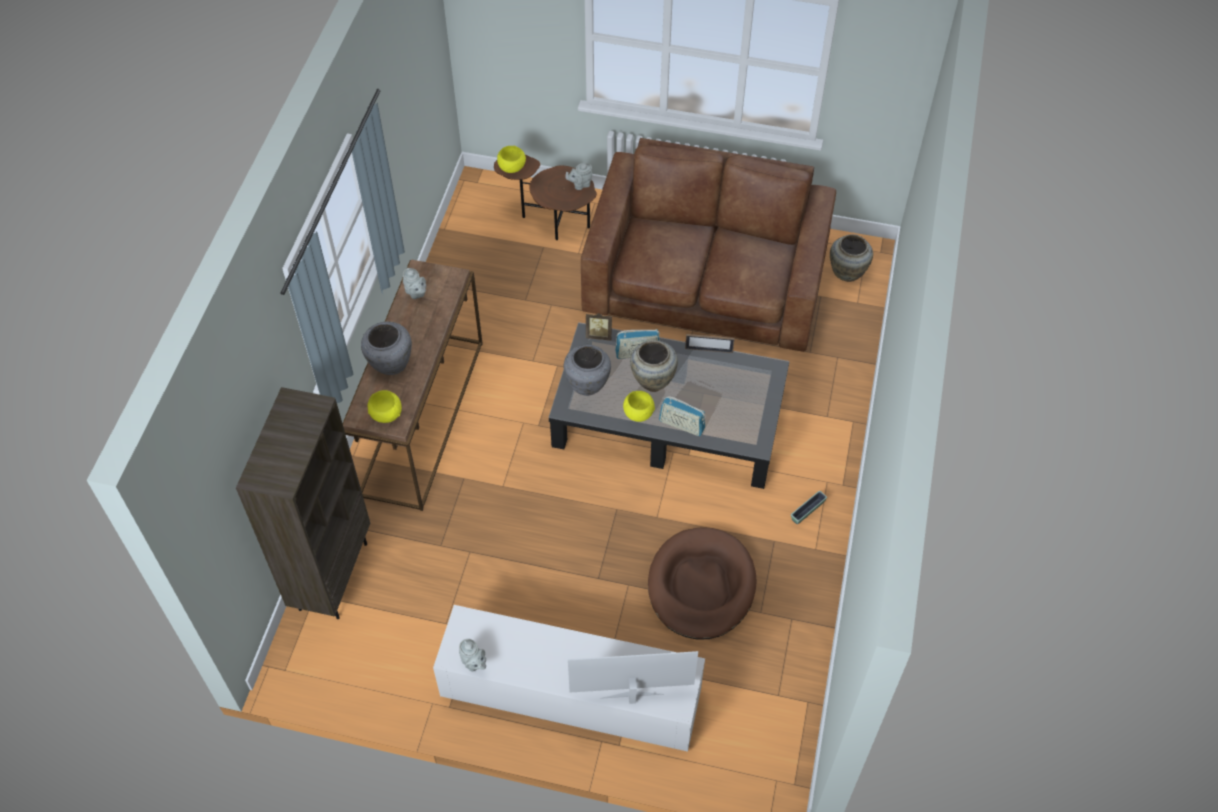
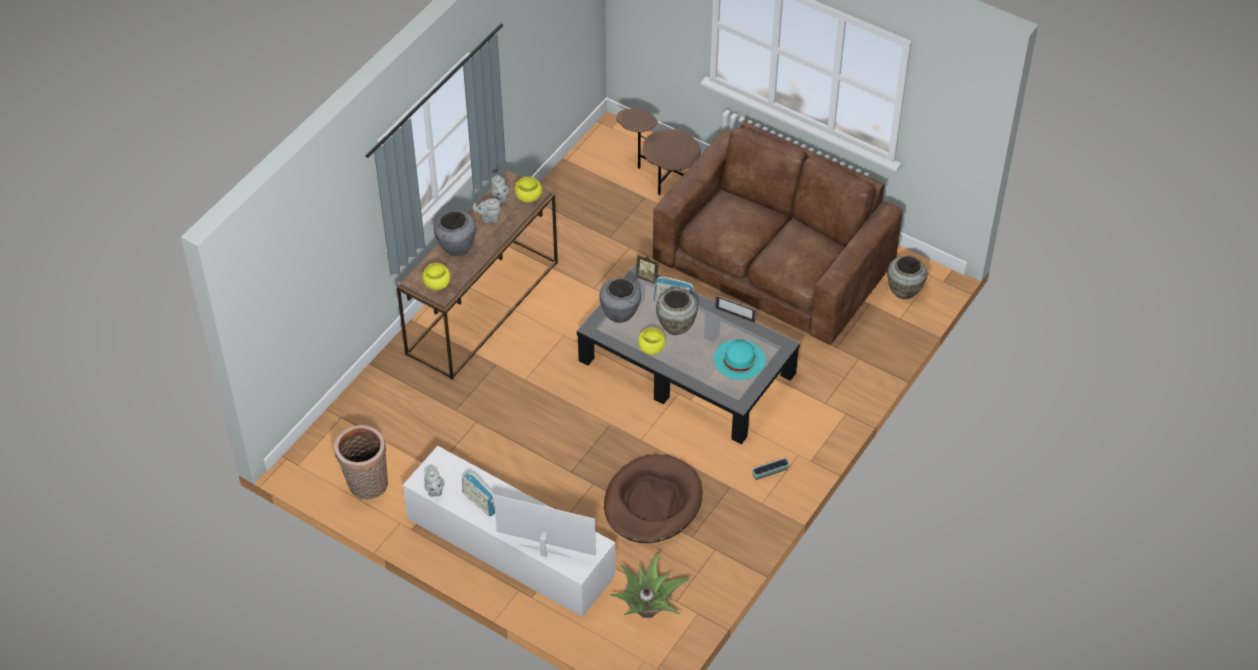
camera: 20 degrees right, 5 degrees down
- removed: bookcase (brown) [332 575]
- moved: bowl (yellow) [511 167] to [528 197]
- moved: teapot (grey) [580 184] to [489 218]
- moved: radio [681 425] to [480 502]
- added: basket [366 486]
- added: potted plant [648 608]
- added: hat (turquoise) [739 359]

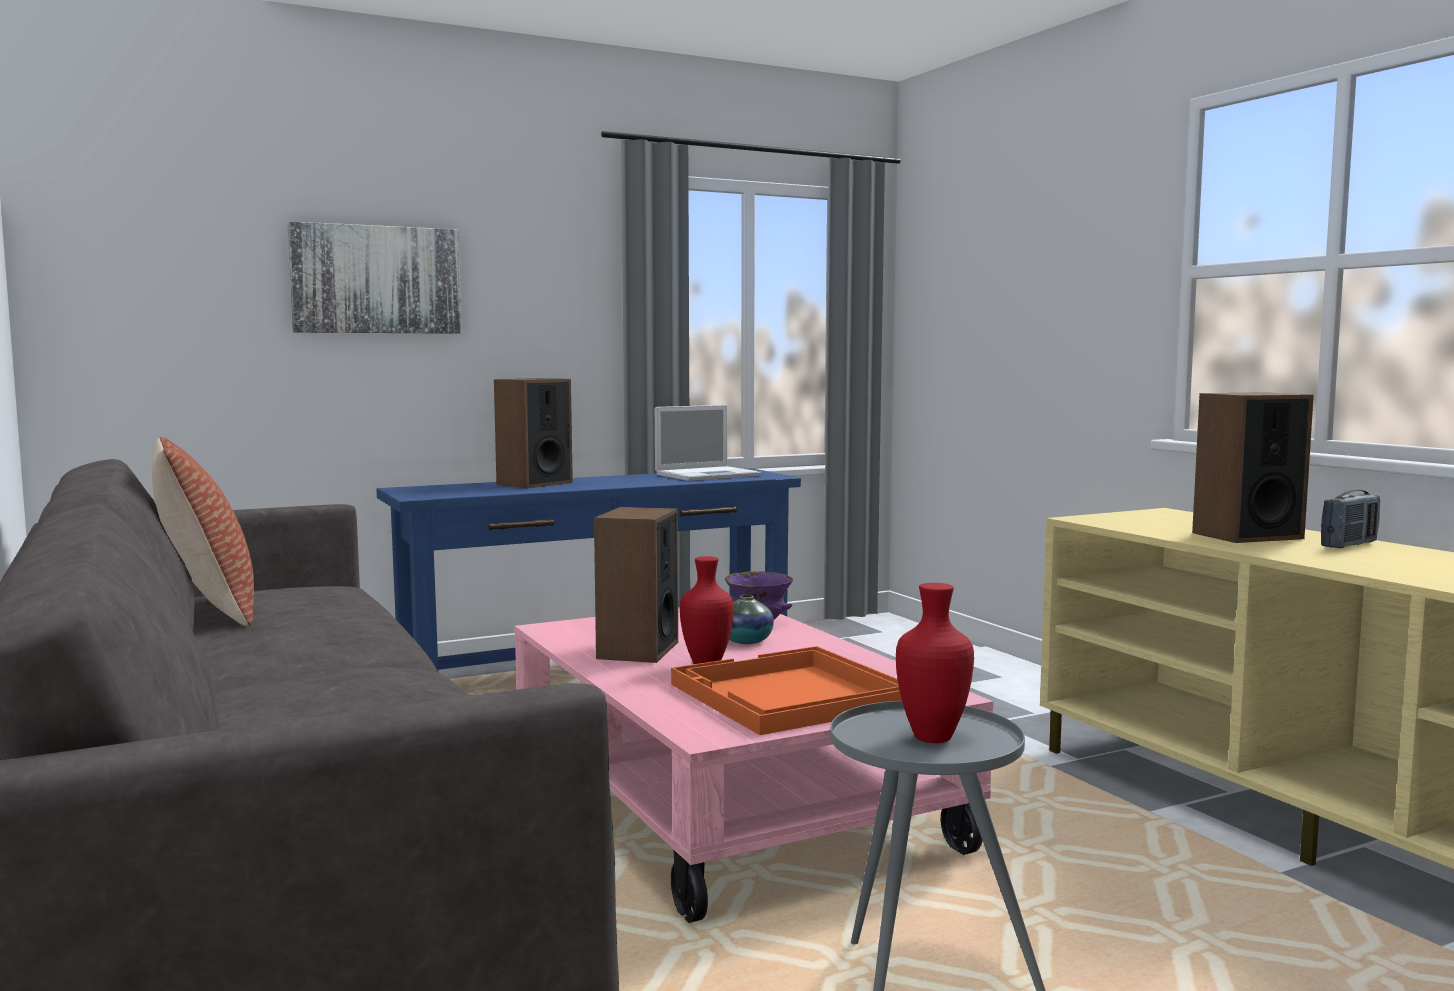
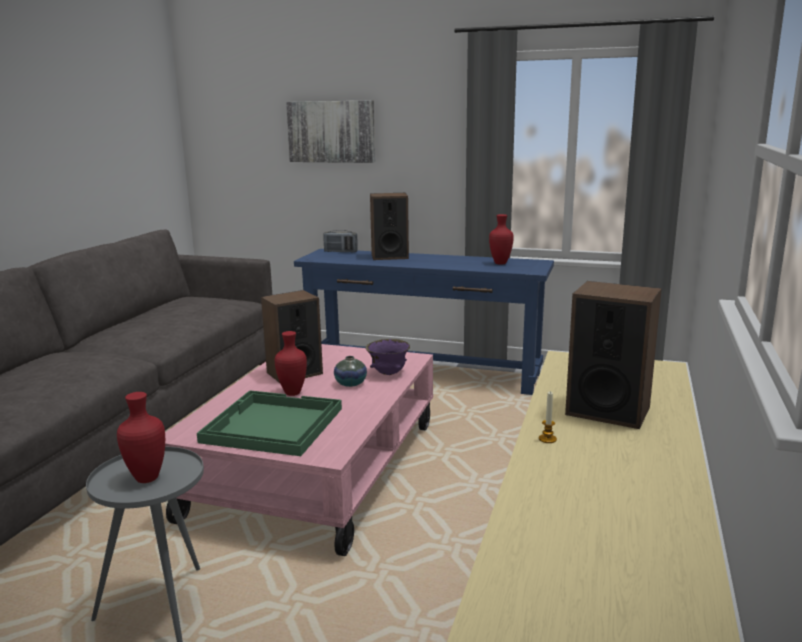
camera: 45 degrees right, 10 degrees up
- removed: pillow [208 611]
- replaced: laptop [709 475] to vase (red) [501 263]
- recoloured: tray (orange) [790 695] to tray (green) [271 425]
- moved: radio [1349 545] to [340 252]
- added: candle [547 439]

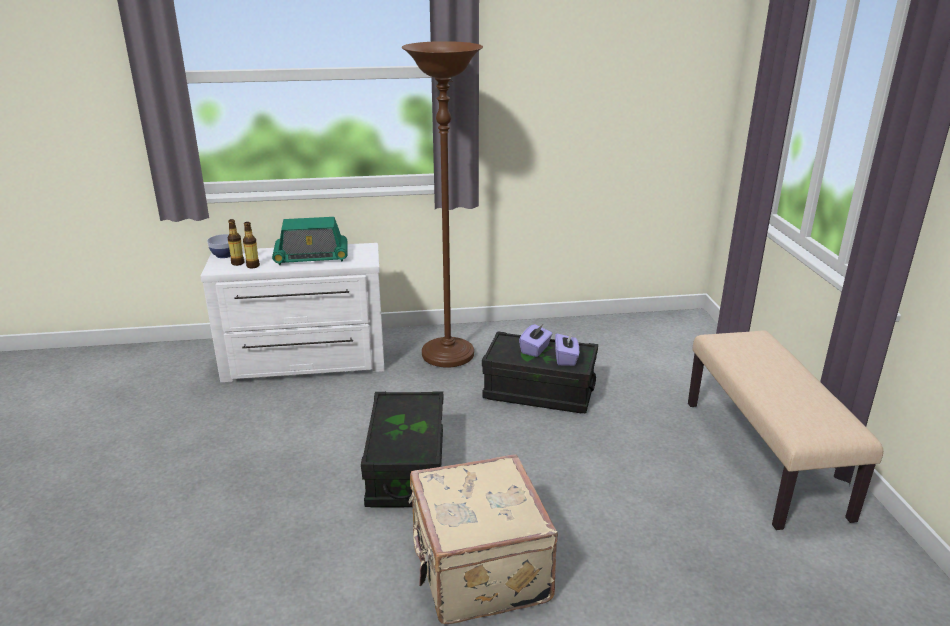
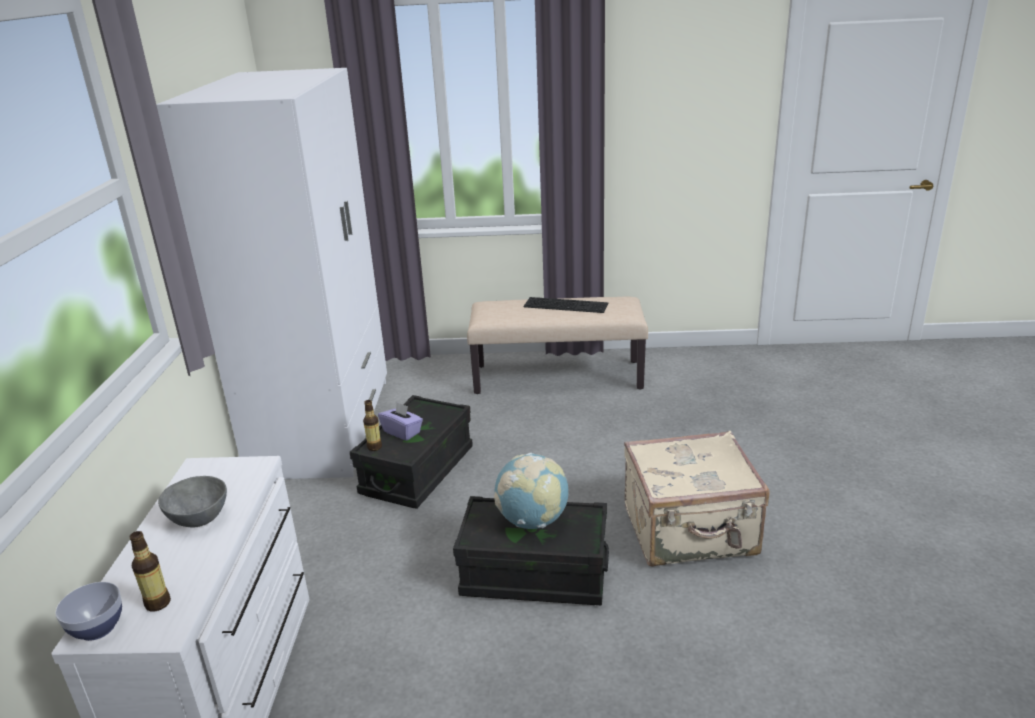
camera: 80 degrees left, 0 degrees up
- moved: bottle [253 266] to [374 447]
- replaced: radio [311 257] to bowl (grey) [198 517]
- removed: floor lamp (brown) [448 355]
- removed: tissue box (purple) [566 358]
- added: wardrobe (white) [324 426]
- added: globe [532 521]
- added: keyboard [567 304]

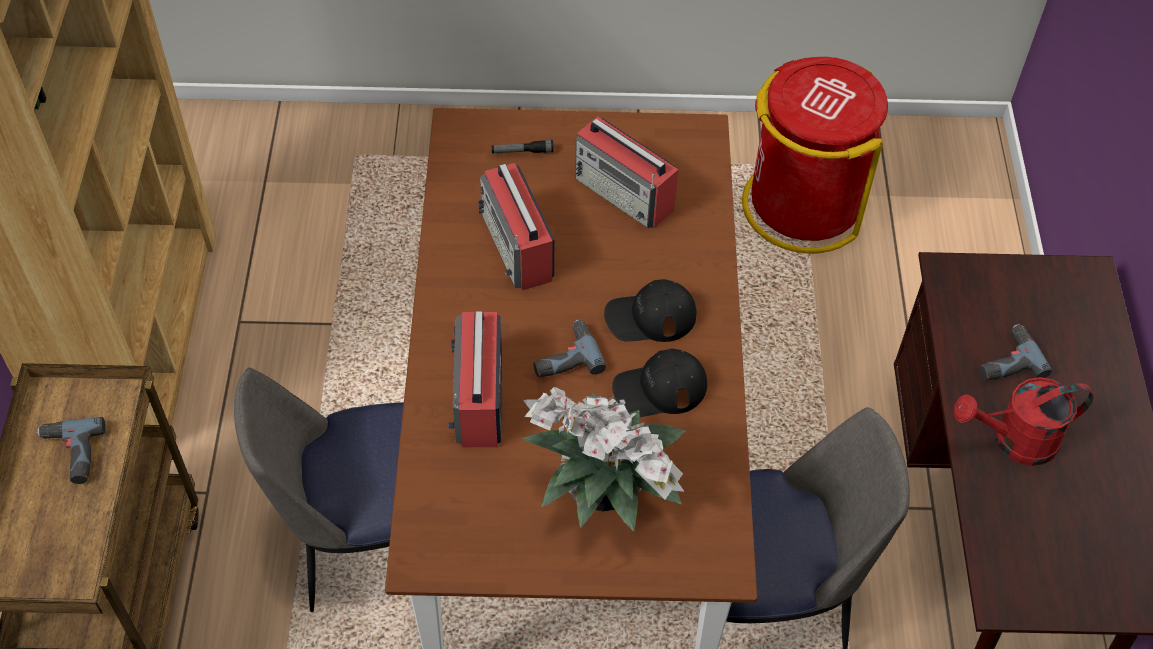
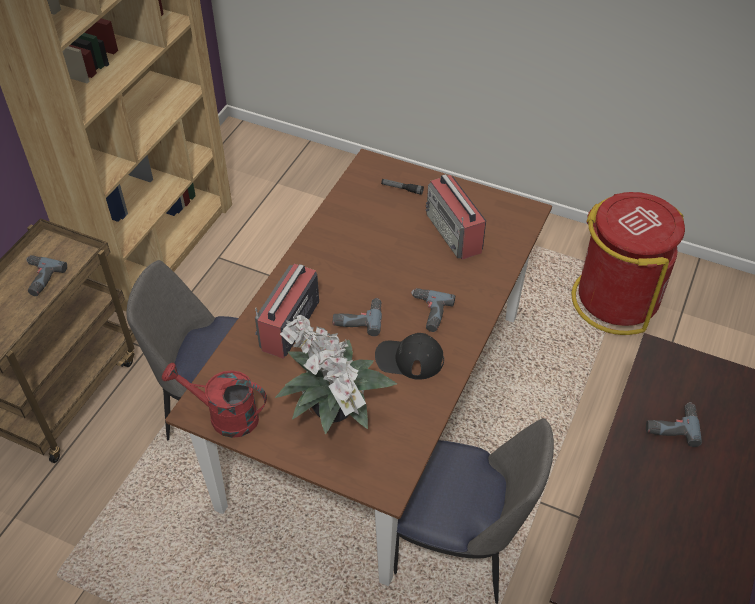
camera: 25 degrees right, 5 degrees down
- removed: radio [518 248]
- replaced: cap (black) [650 317] to power drill [428 313]
- moved: watering can (red) [1014 441] to [225 416]

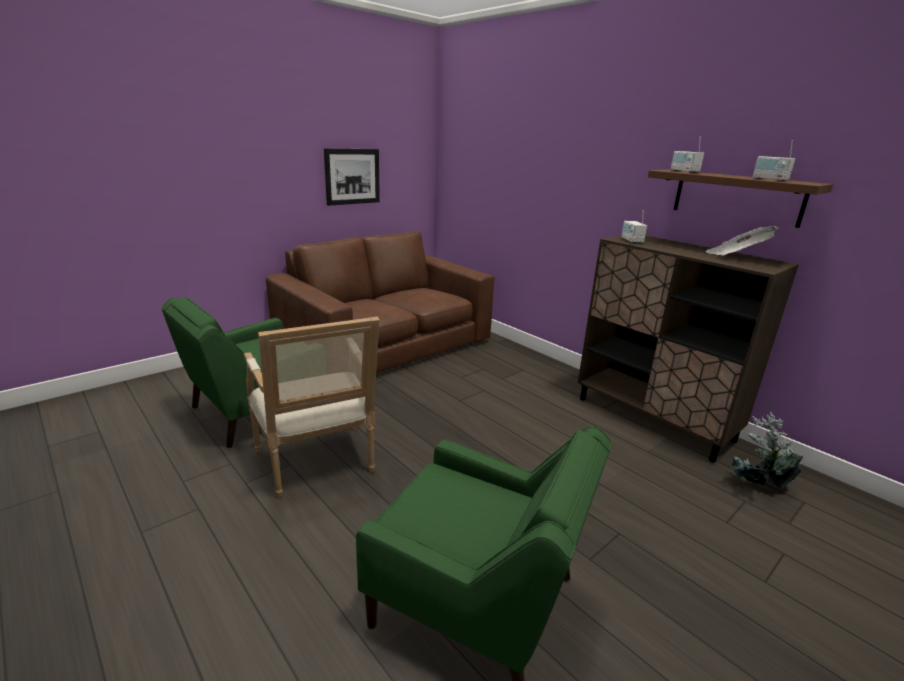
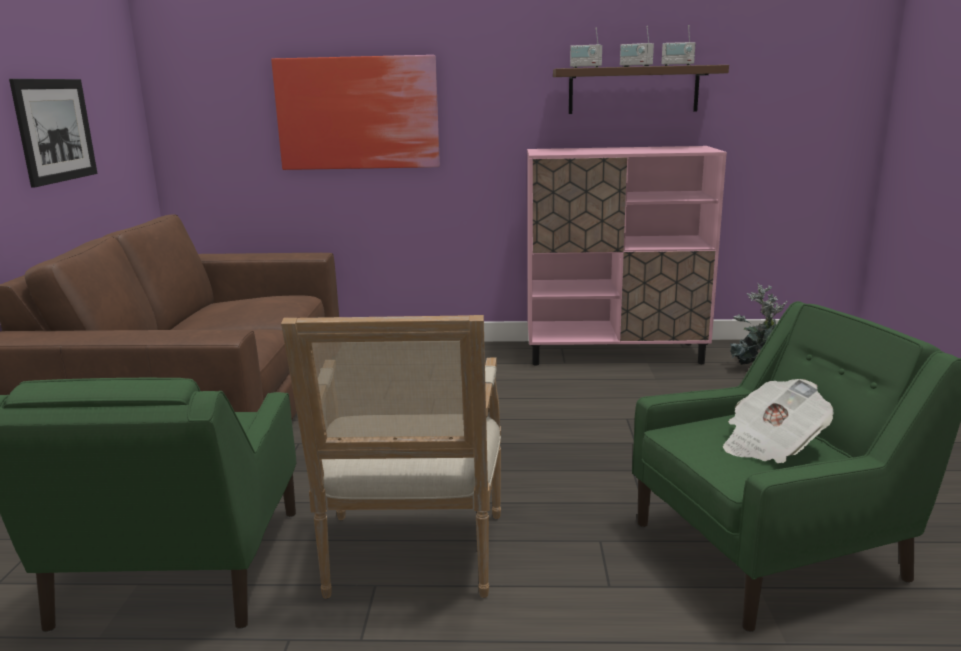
camera: 45 degrees left, 5 degrees down
- turned: armchair [319 464] = [411 561] 75 degrees clockwise
- recoloured: cabinet (brown) [653 419] to cabinet (pink) [615 354]
- moved: radio [631 241] to [636 66]
- moved: newspaper [736 256] to [770 445]
- added: picture [358 113]

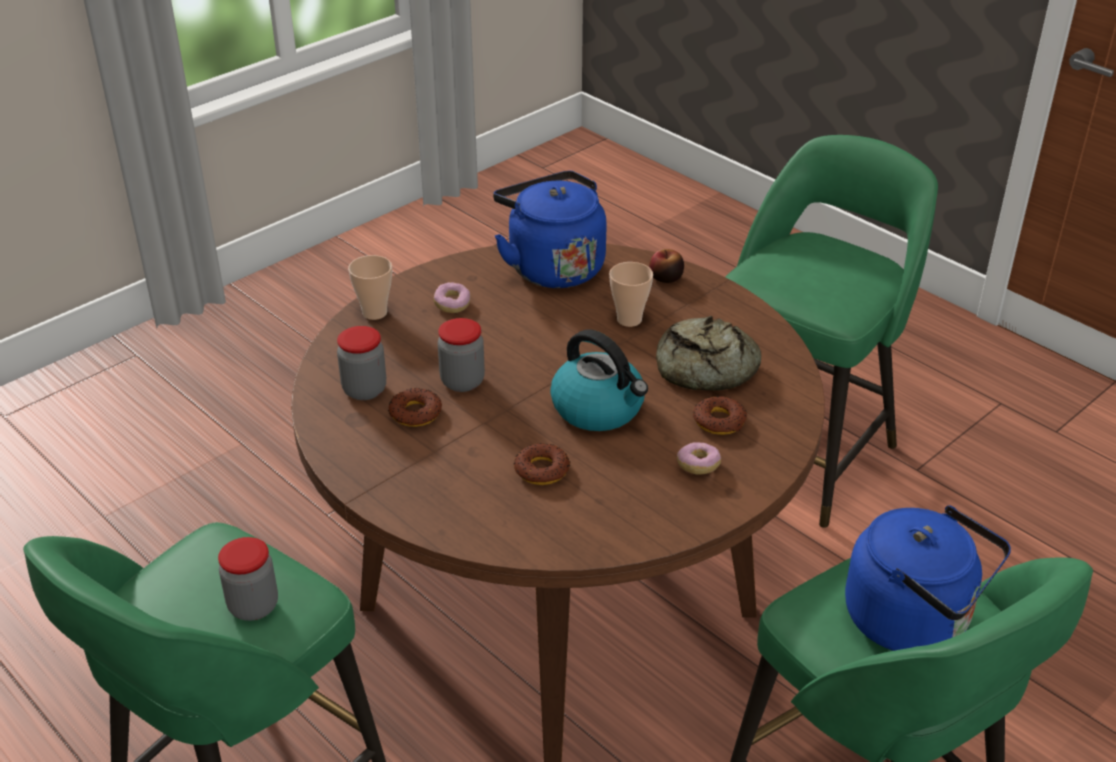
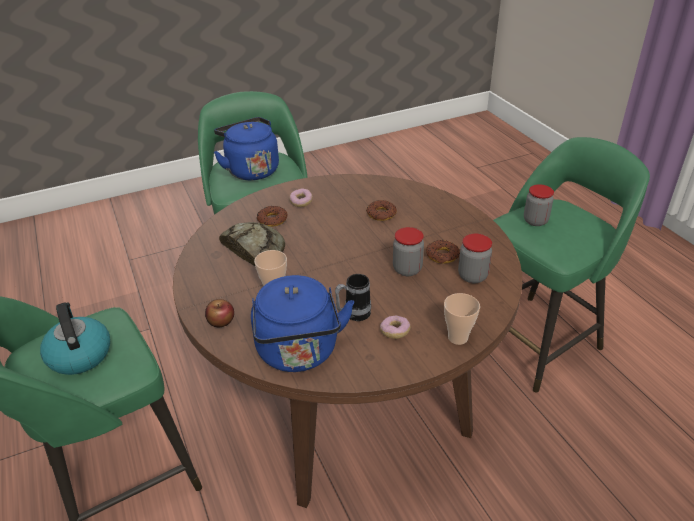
camera: 160 degrees left, 0 degrees up
- moved: kettle [599 409] to [79 354]
- added: mug [353 314]

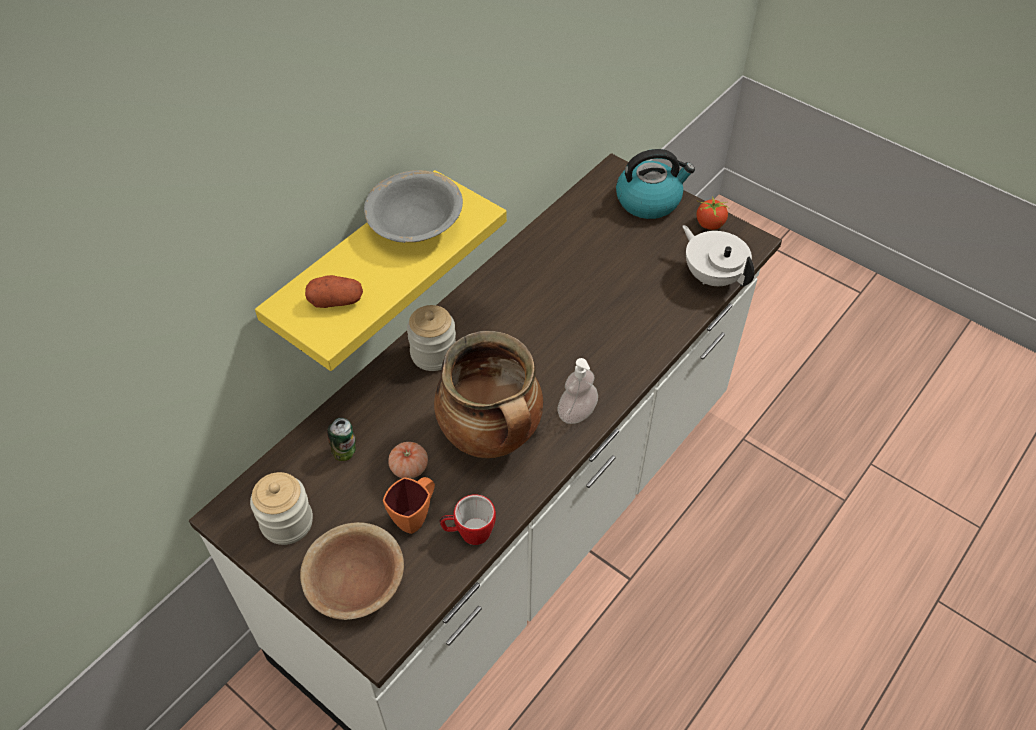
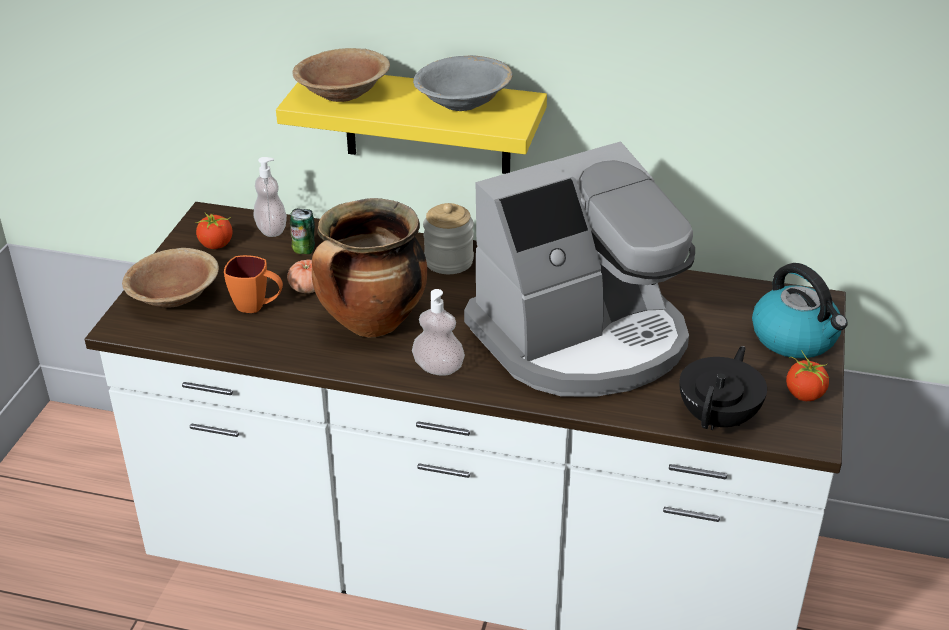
camera: 65 degrees right, 15 degrees down
- replaced: jar [287 522] to tomato [216 245]
- replaced: potato [336 301] to bowl (brown) [342 94]
- removed: mug [468 533]
- recoloured: teapot (white) [713 276] to teapot (black) [719 417]
- added: soap dispenser [271 230]
- added: coffee machine [581 338]

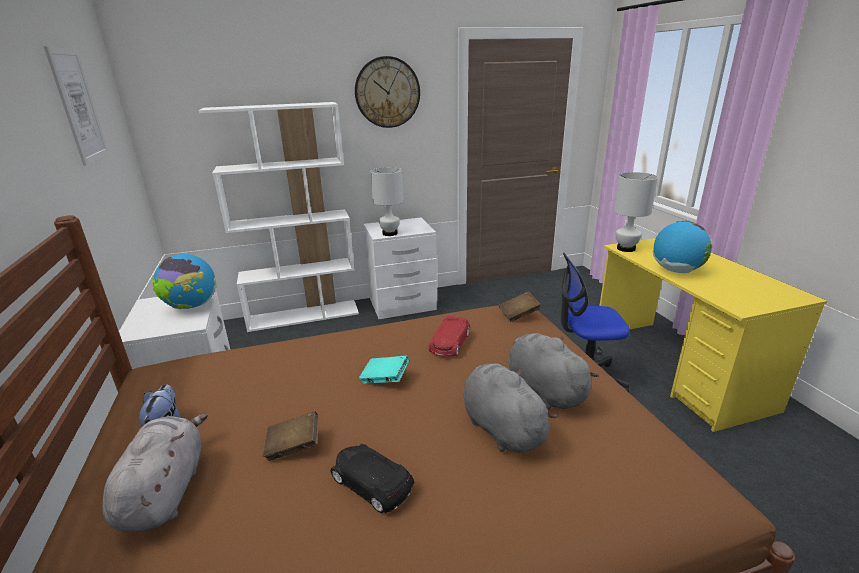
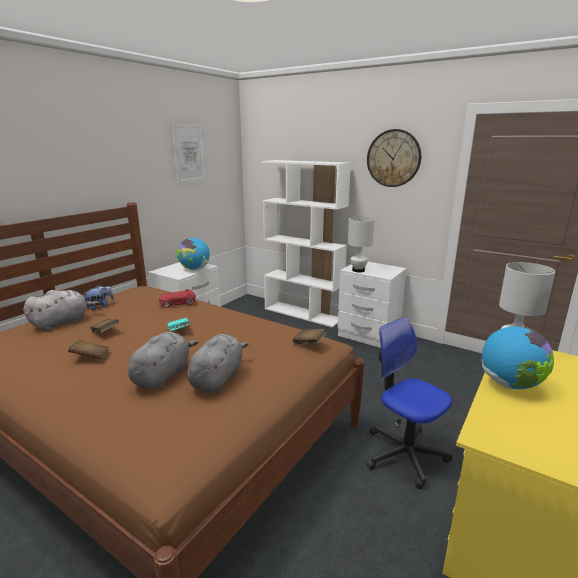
camera: 50 degrees right, 5 degrees down
- replaced: toy car (black) [371 483] to book (brown) [90 357]
- moved: toy car (red) [449 343] to [177 303]

